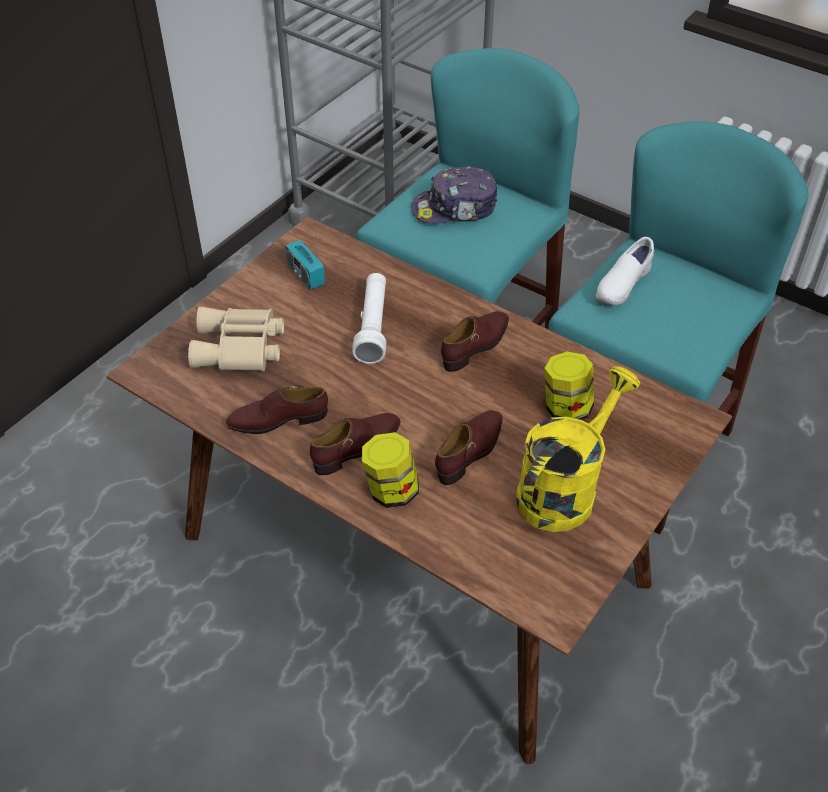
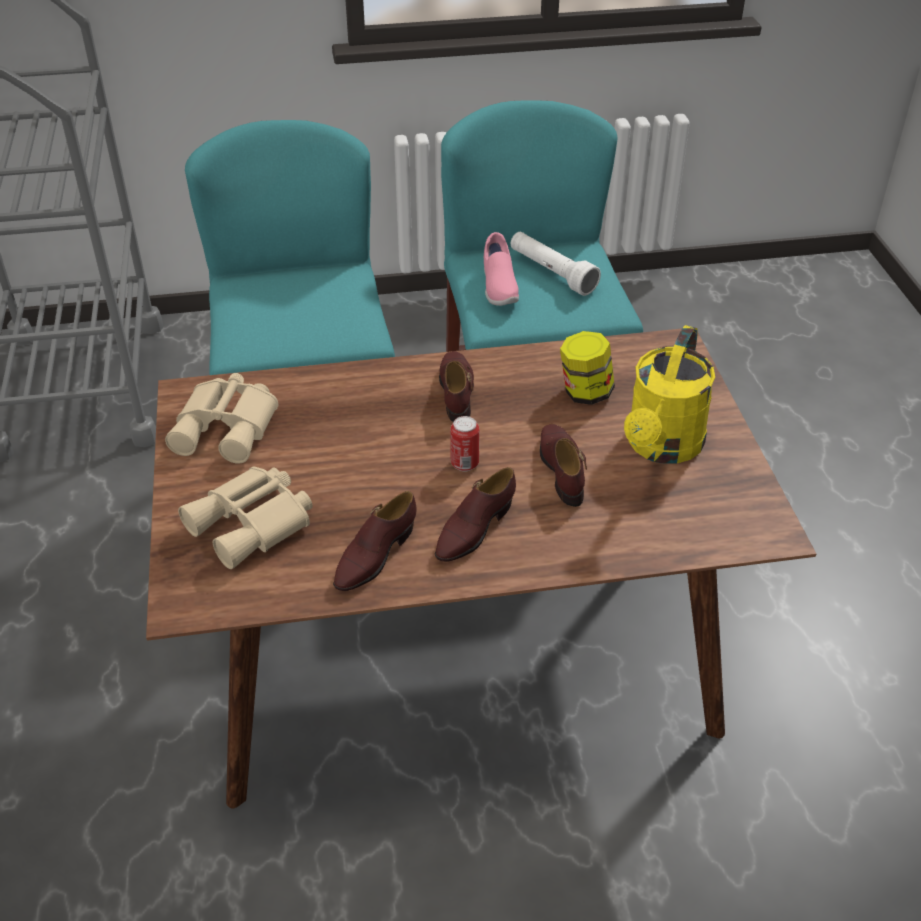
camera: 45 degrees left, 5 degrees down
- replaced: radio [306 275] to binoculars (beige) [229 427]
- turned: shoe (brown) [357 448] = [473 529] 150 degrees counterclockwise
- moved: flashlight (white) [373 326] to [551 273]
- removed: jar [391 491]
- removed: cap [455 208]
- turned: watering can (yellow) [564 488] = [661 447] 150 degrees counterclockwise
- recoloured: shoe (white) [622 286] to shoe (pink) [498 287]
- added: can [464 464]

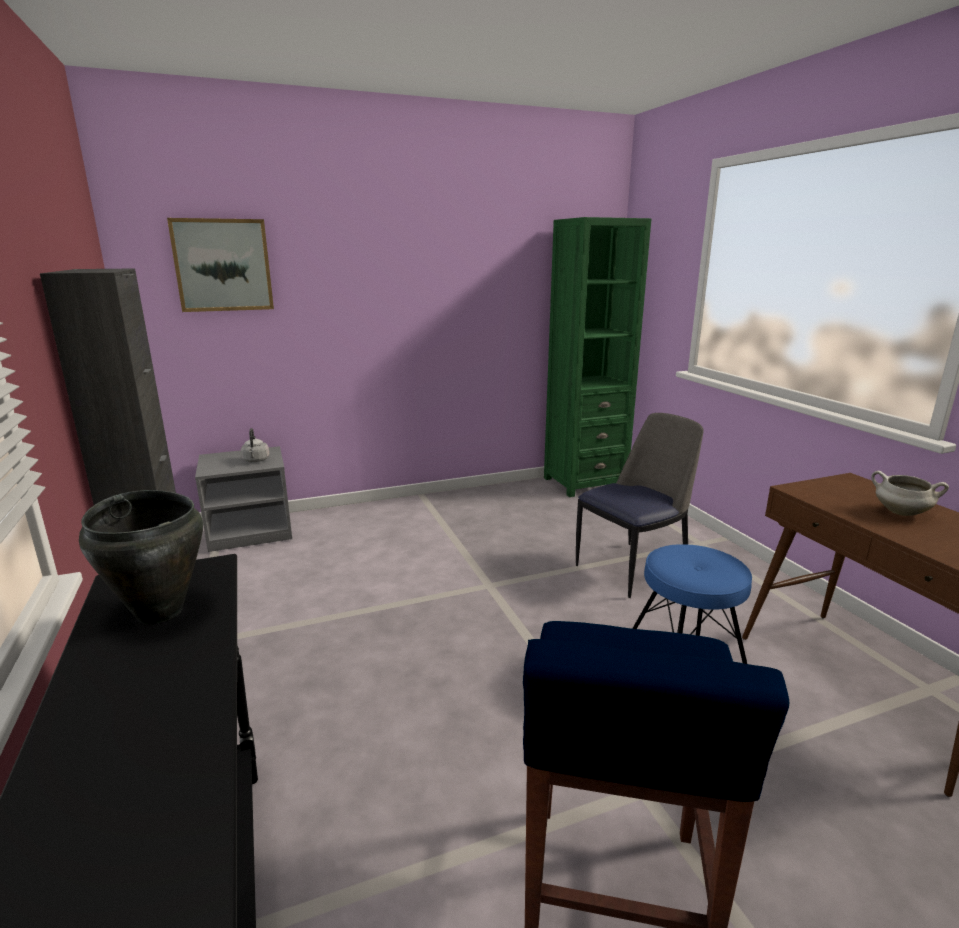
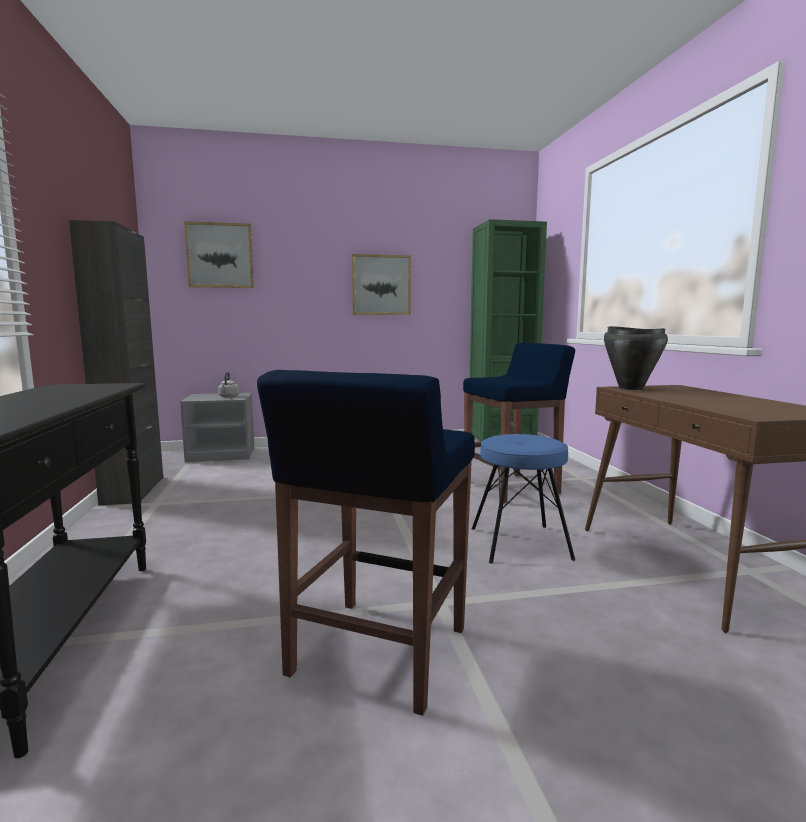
camera: 10 degrees right, 10 degrees down
- moved: cooking pot (black) [160 611] to [630 388]
- replaced: chair [633 568] to stool (blue) [512 488]
- removed: cooking pot (white) [900 513]
- added: picture [381 285]

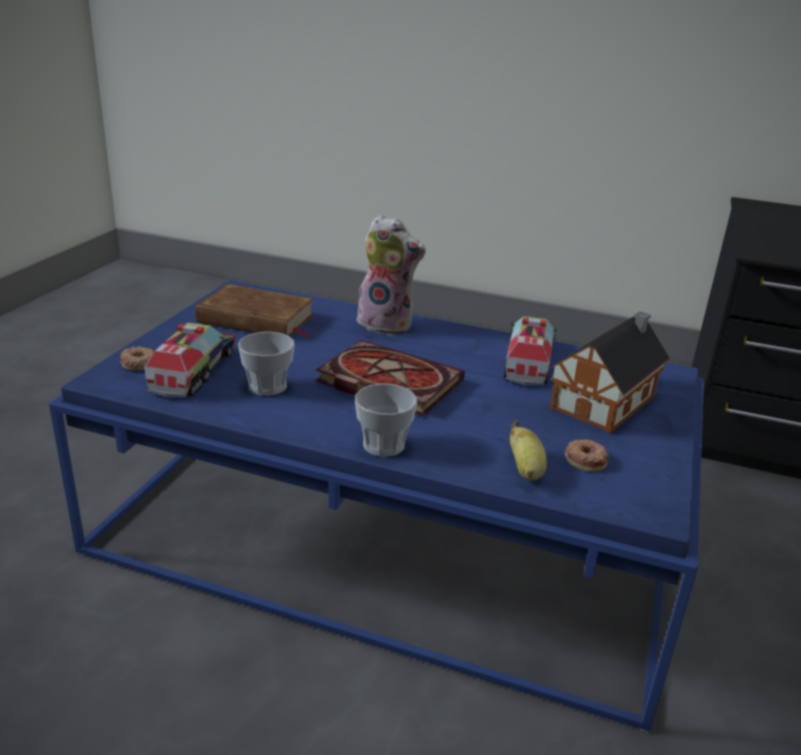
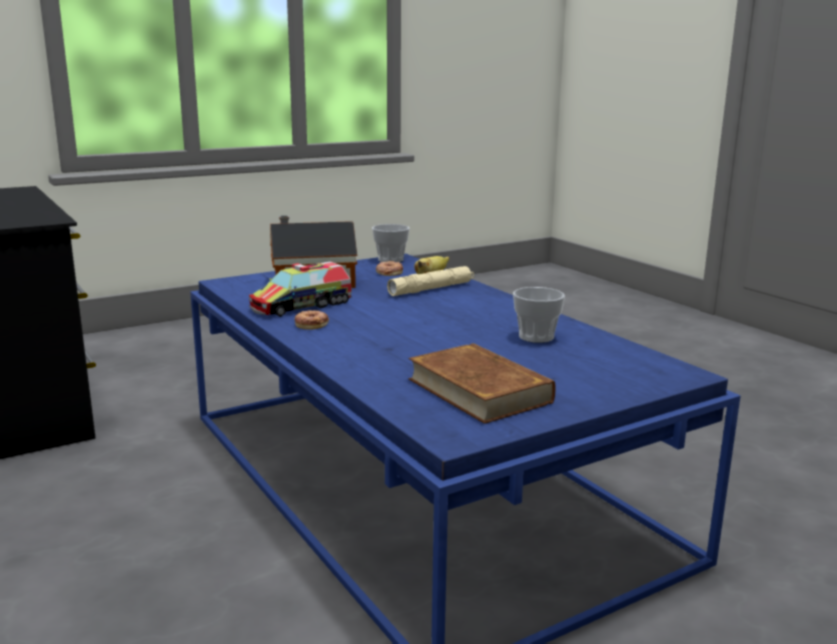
camera: 140 degrees left, 10 degrees down
- moved: donut [139 363] to [311 324]
- removed: toy truck [194 371]
- removed: book [385 382]
- removed: plush toy [387 324]
- moved: cup [383 445] to [390 260]
- added: flashlight (beige) [431 289]

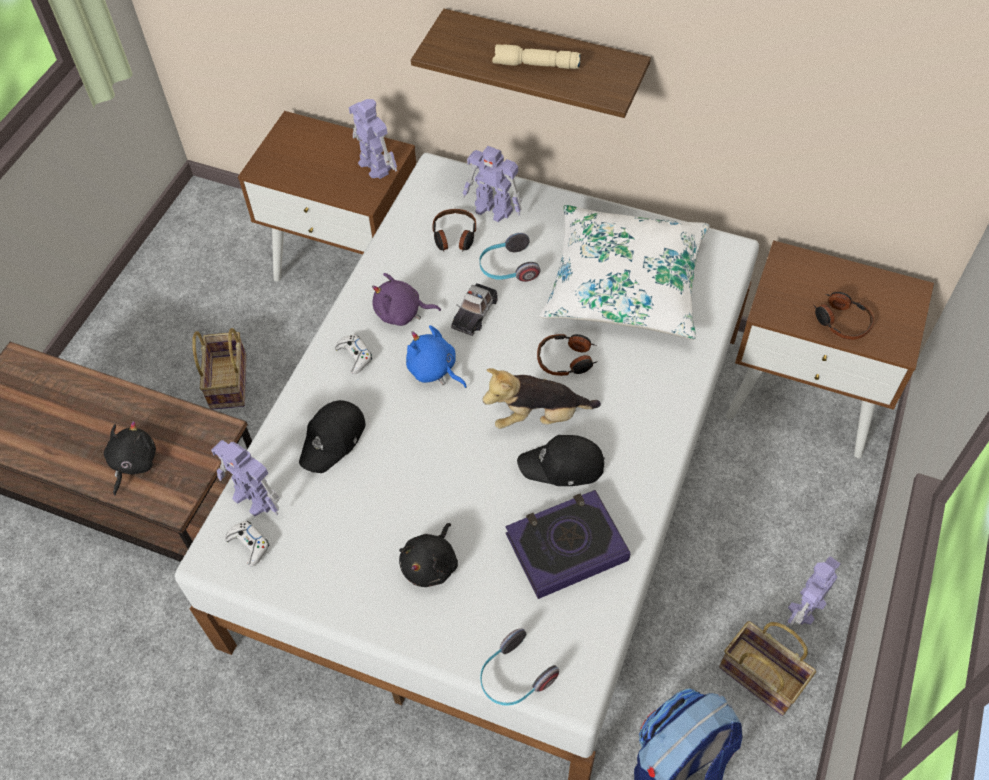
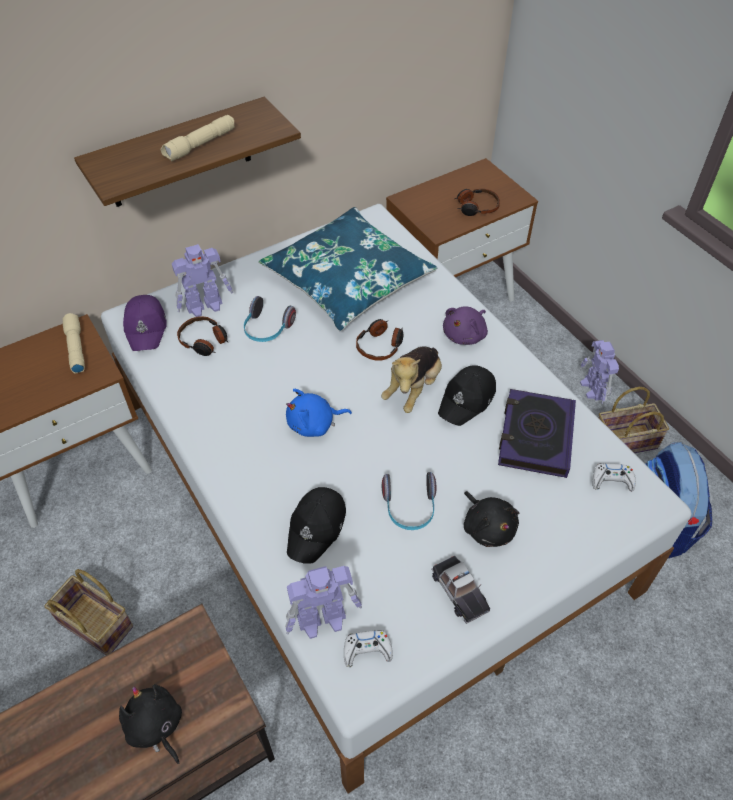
camera: 55 degrees left, 5 degrees down
- turned: cap (black) [333 440] = [317 527] 45 degrees clockwise
- moved: game controller (white) [355 356] to [611 480]
- replaced: toy robot [374 165] to flashlight (beige) [75 347]
- moved: plush toy (purple) [401 313] to [465 335]
- moved: toy car [474 312] to [459 591]
- moved: headphones [514 677] to [409 508]
- recoloured: pillow (white) [624 284] to pillow (blue) [348 280]
- added: cap (purple) [146 327]

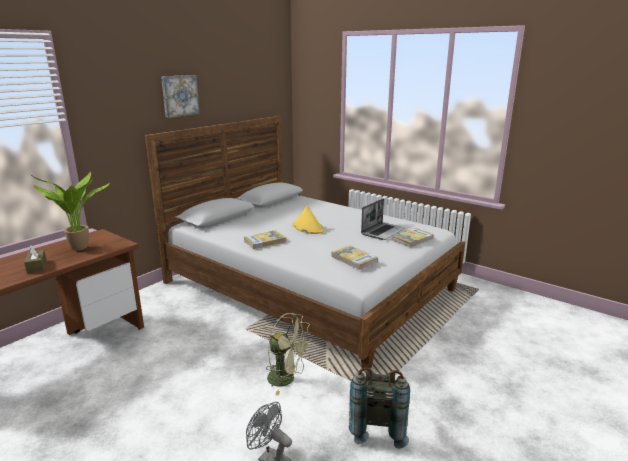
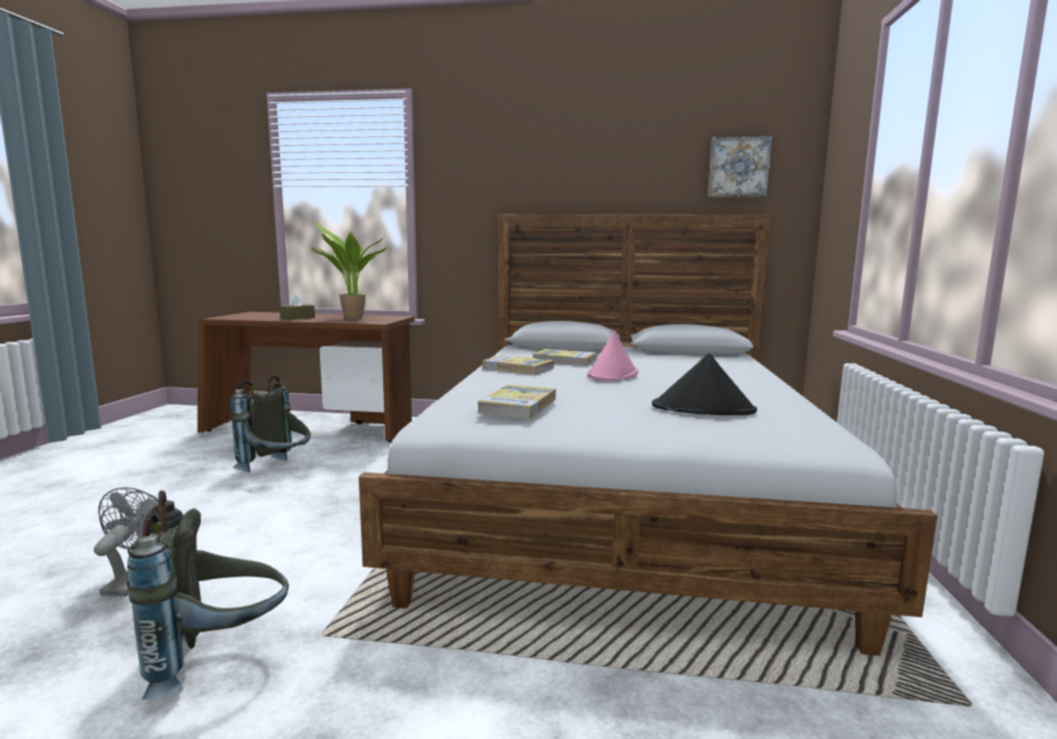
camera: 60 degrees right, 10 degrees down
- moved: picture [179 95] to [738 167]
- removed: fan (green) [287 379]
- recoloured: hat (yellow) [307 228] to hat (pink) [613 374]
- replaced: laptop [382 232] to hat (black) [703 409]
- moved: book [413 239] to [565 360]
- added: backpack (grey) [278 470]

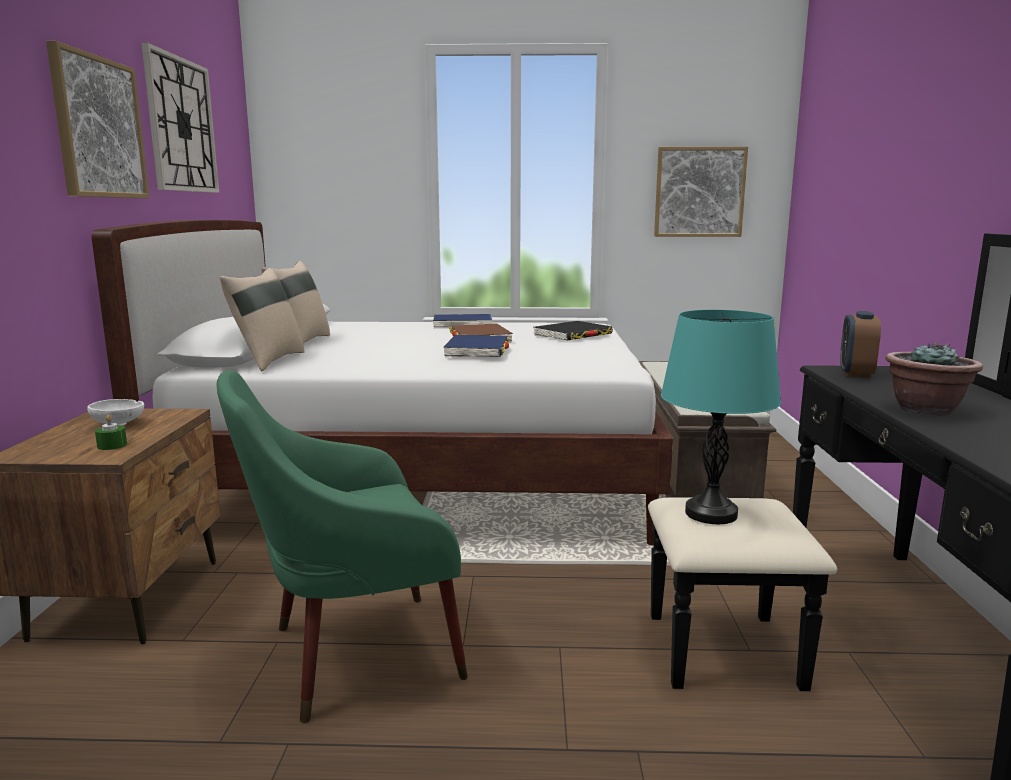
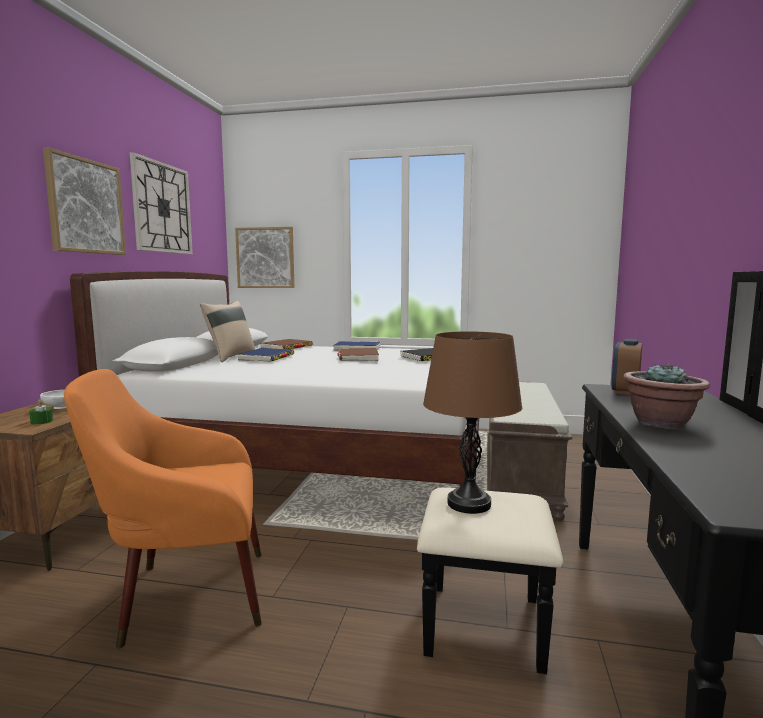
camera: 10 degrees right, 5 degrees down
- recoloured: armchair (green) [351 655] to armchair (orange) [185 595]
- removed: pillow (beige) [268 361]
- moved: book (blue) [477 350] to [267 358]
- moved: picture [699 192] to [265 258]
- recoloured: table lamp (turquoise) [711 513] to table lamp (brown) [469 504]
- added: book (brown) [286 347]

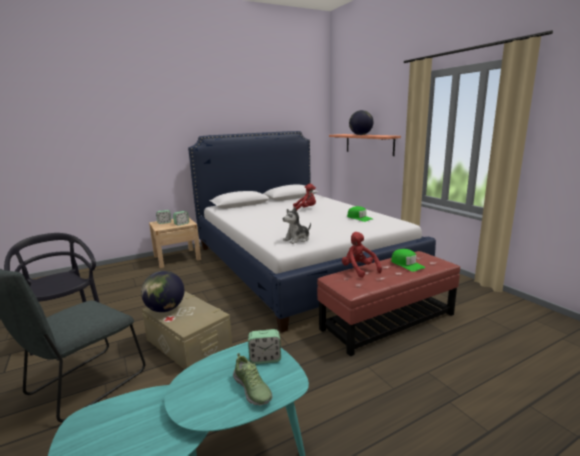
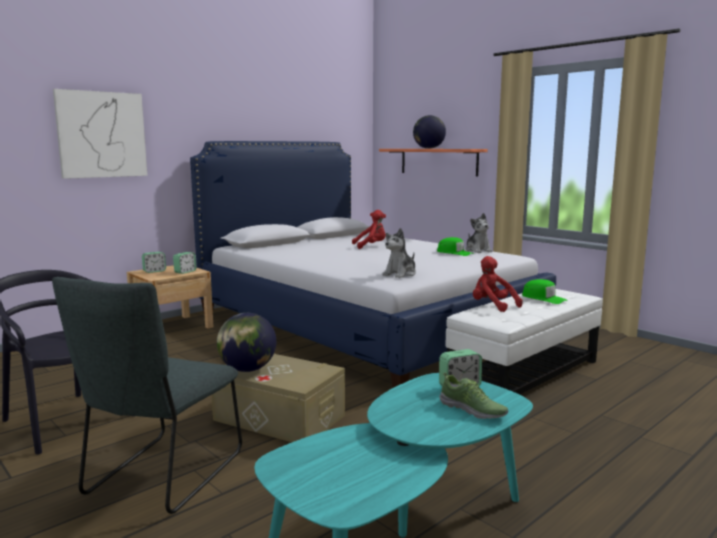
camera: 15 degrees left, 5 degrees down
- recoloured: ottoman (red) [387 321] to ottoman (white) [524 374]
- added: picture [102 134]
- added: plush toy [478 250]

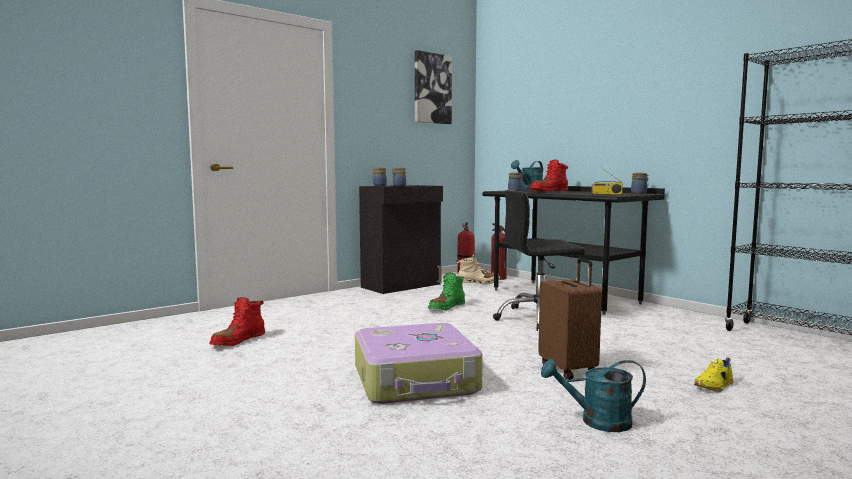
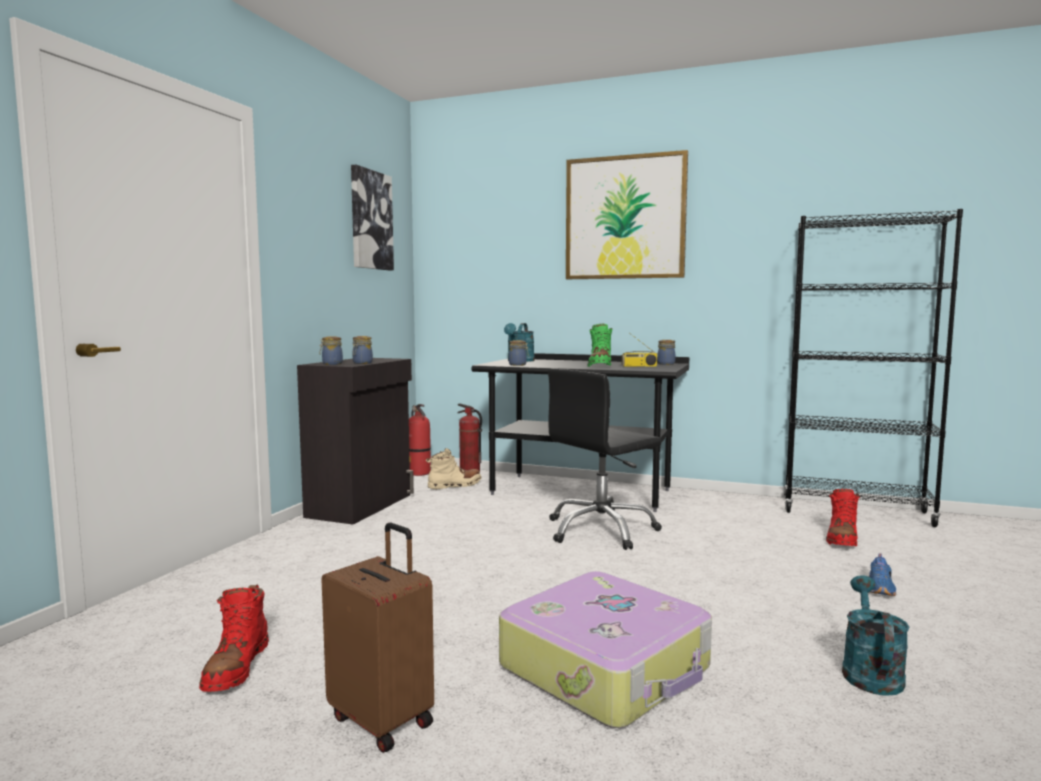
camera: 30 degrees left, 0 degrees up
- moved: boot (green) [446 307] to [600 366]
- moved: boot (red) [549 191] to [842 539]
- moved: suitcase (brown) [569 369] to [383 719]
- turned: watering can (turquoise) [597 422] = [869 672] 135 degrees clockwise
- recoloured: shoe (yellow) [715 386] to shoe (blue) [881 589]
- added: picture [625 218]

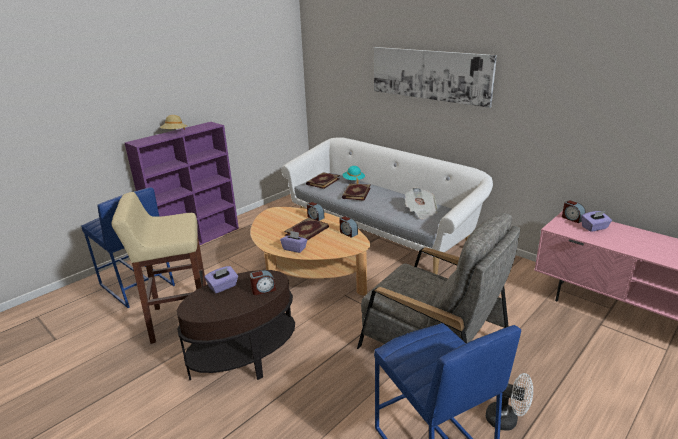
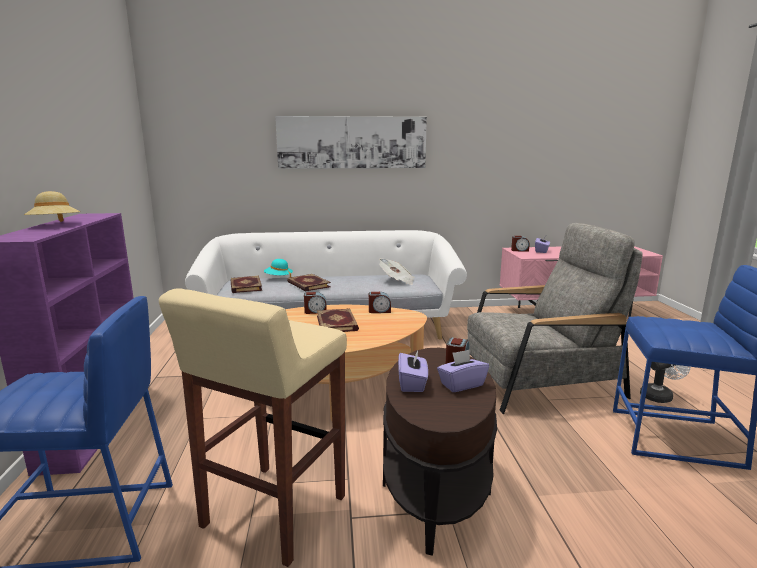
camera: 50 degrees left, 10 degrees down
- moved: tissue box (purple) [294 248] to [461 384]

